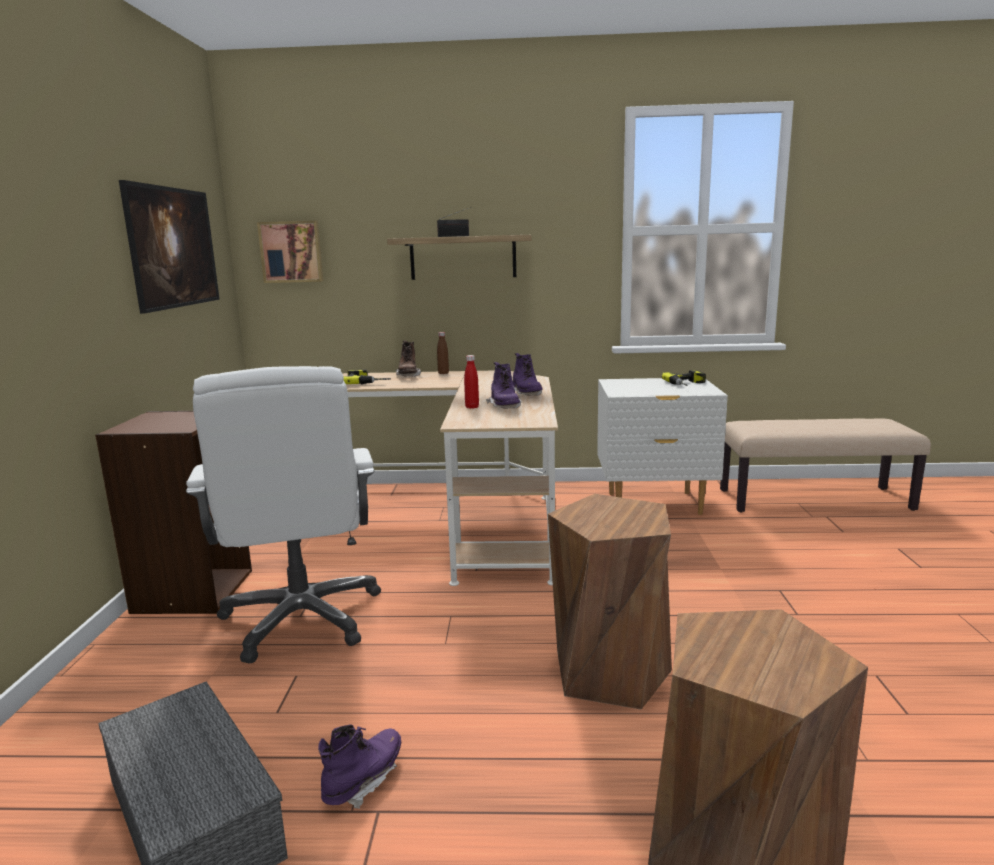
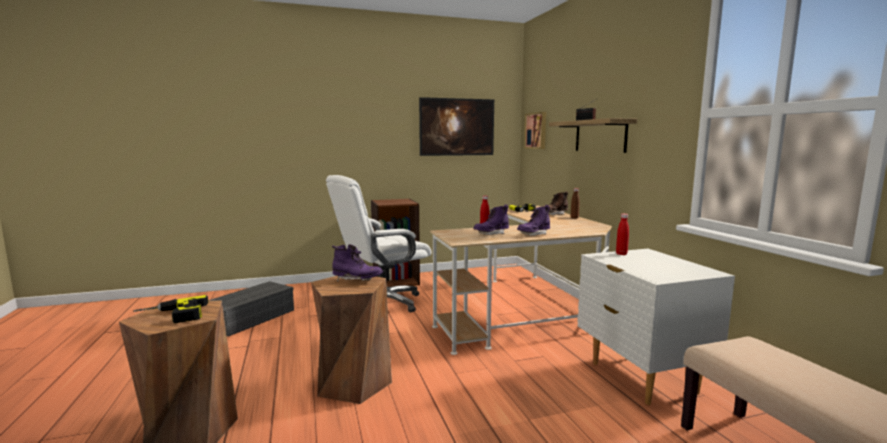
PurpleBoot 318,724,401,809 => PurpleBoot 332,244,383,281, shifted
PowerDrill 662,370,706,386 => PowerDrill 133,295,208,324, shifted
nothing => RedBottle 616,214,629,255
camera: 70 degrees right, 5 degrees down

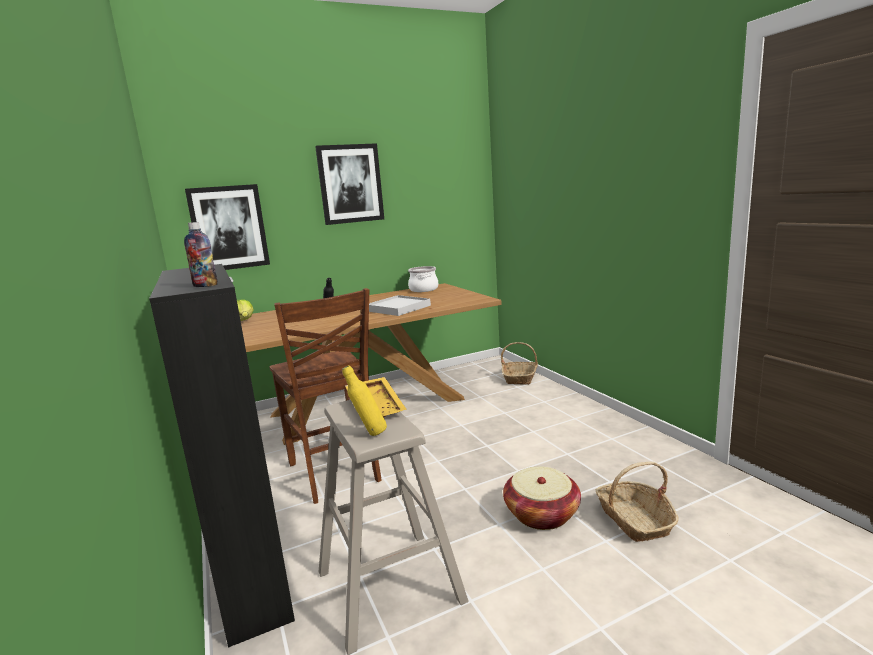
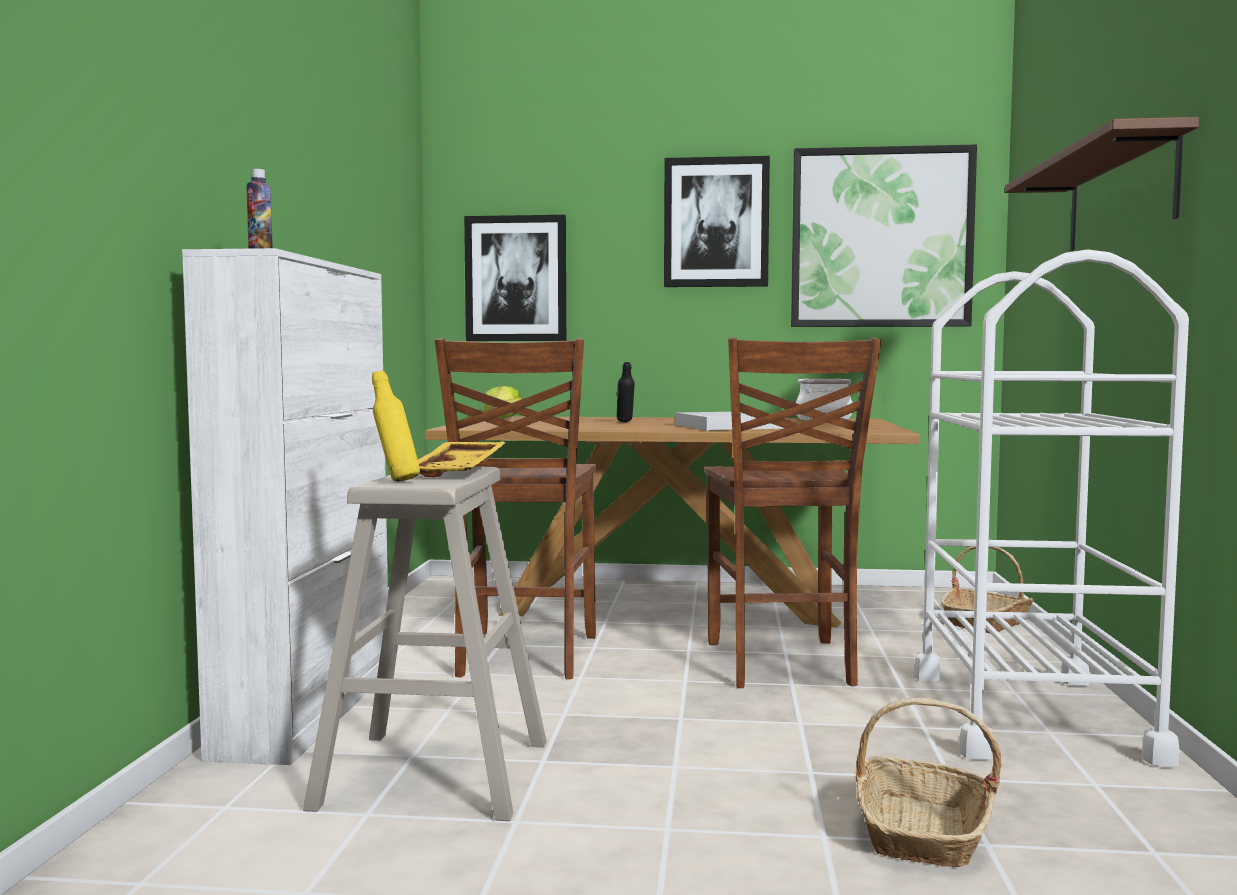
BlackCabinet 149,264,295,648 => WhiteCabinet 182,248,388,765
Basket 503,466,581,530 => nothing
nothing => BrownChair 704,338,881,688
nothing => Picture 791,144,977,327
nothing => WhiteCart 914,249,1189,767
nothing => BrownShelf 1005,117,1199,251
camera: 30 degrees right, 10 degrees down

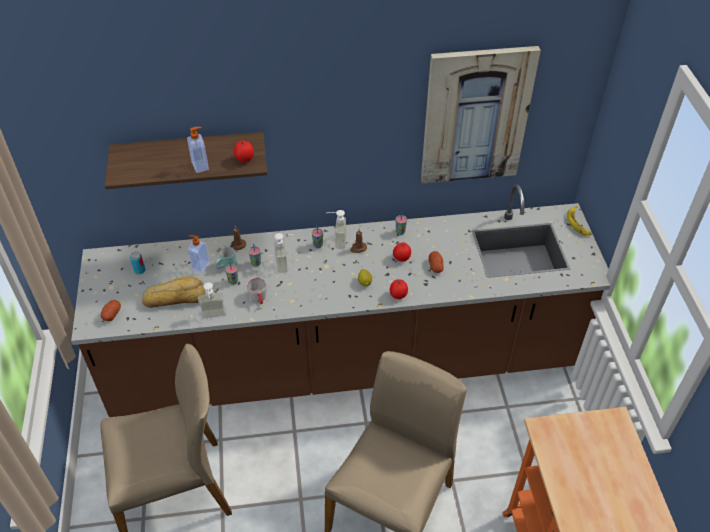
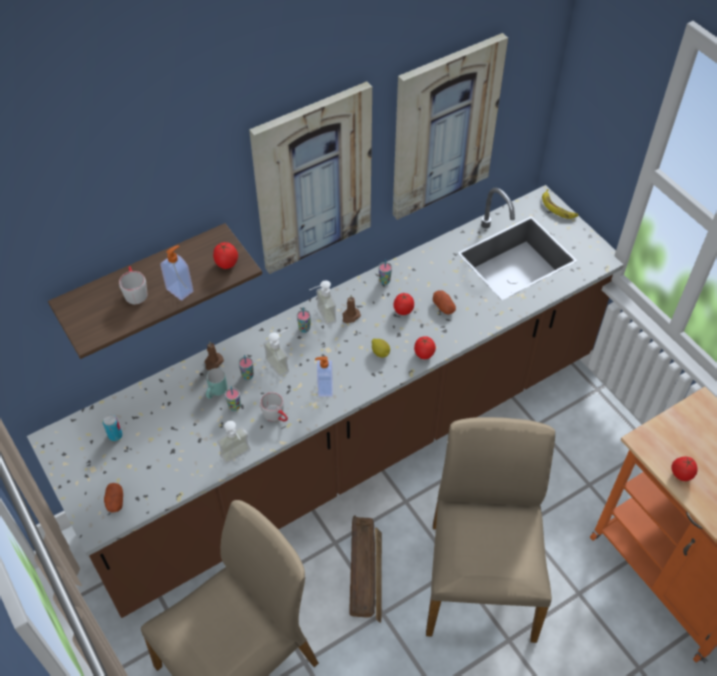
Bread 142,276,206,308 => nothing
SoapDispenser 188,235,210,273 => SoapDispenser 315,356,333,397, shifted
nothing => GreyMug 119,266,147,304
nothing => Picture 249,82,372,274
nothing => Crate 350,515,382,623
nothing => Tomato 671,456,698,481
camera: 25 degrees left, 5 degrees up

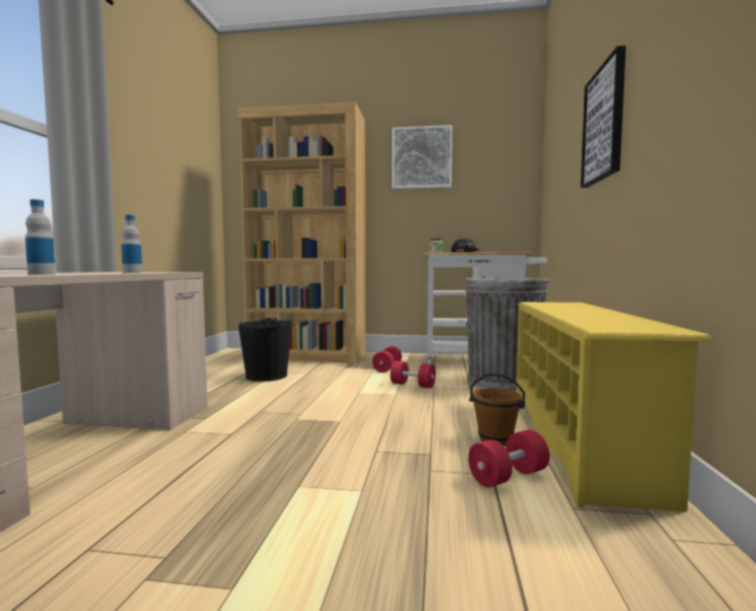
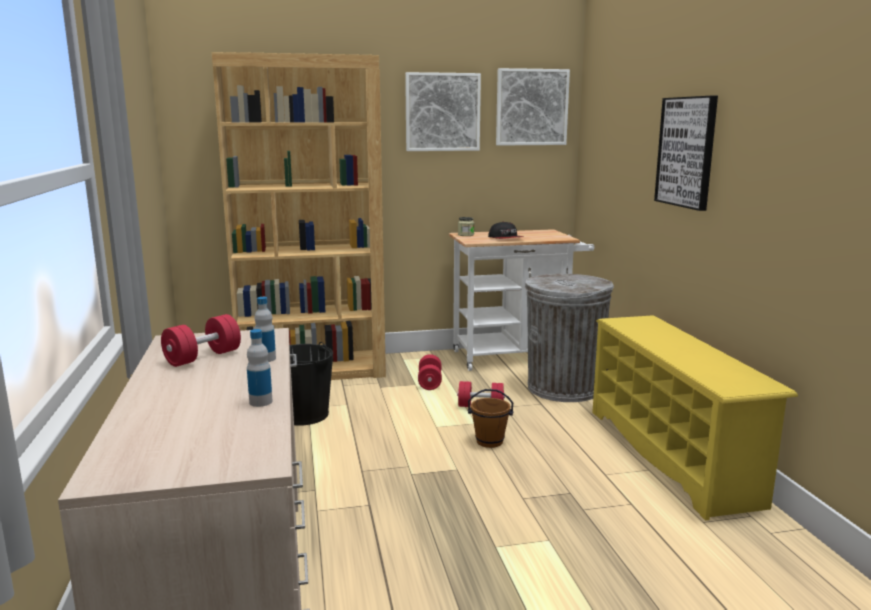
RedDumbbell 468,430,550,487 => RedDumbbell 161,314,241,367, shifted
BrownBucket 469,373,525,446 => BrownBucket 468,389,513,448, shifted
nothing => Picture 496,68,570,146
camera: 20 degrees left, 10 degrees up

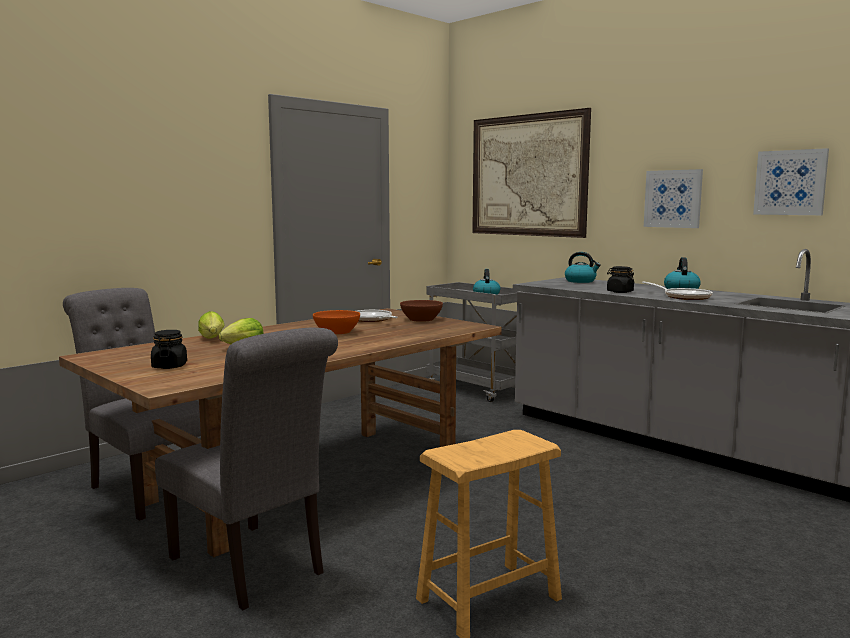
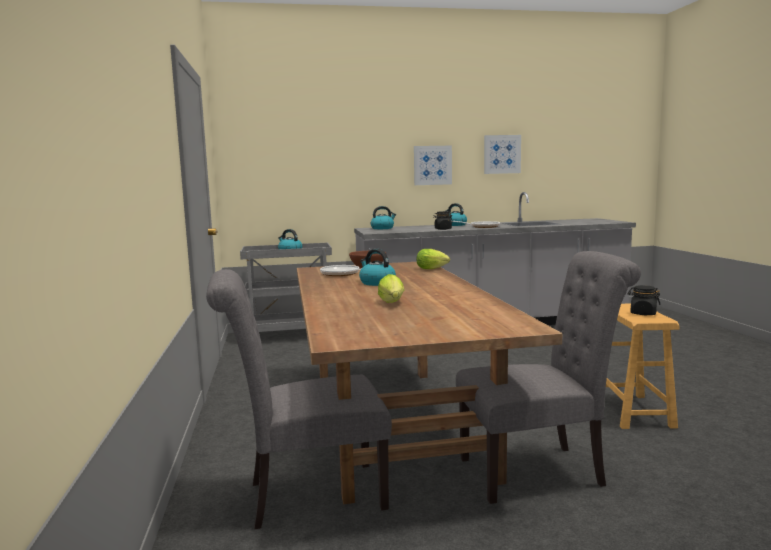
BlackJar 151,330,187,369 => BlackJar 628,285,661,315, shifted
Lettuce 198,311,224,339 => Lettuce 417,249,450,269, shifted
OrangeBowl 313,310,360,335 => Kettle 359,249,396,286
Picture 472,108,591,238 => nothing
camera: 55 degrees left, 0 degrees up

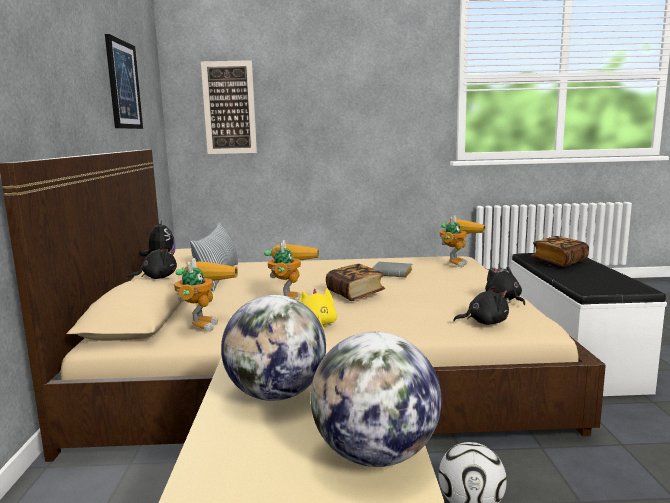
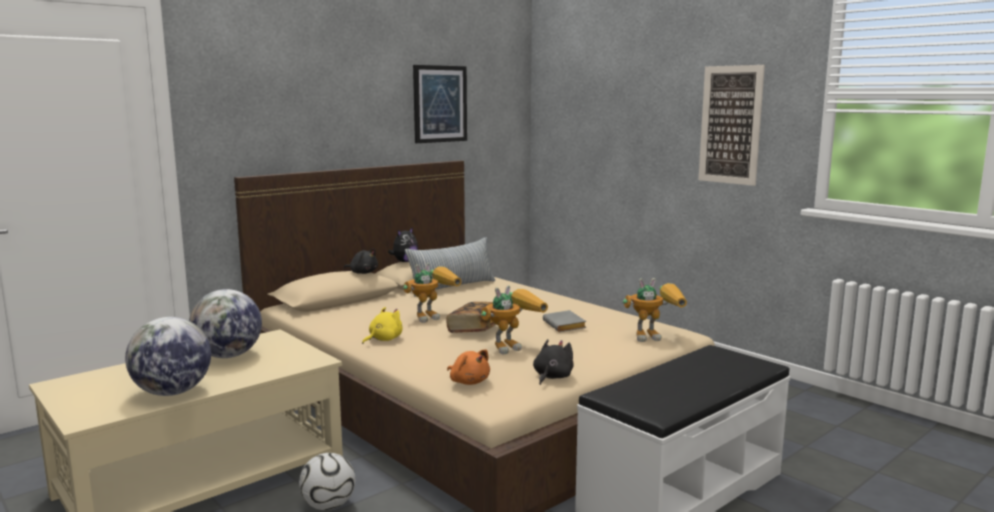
ToyRobot 174,258,238,332 => ToyRobot 481,285,548,354, shifted
Picture 201,60,257,154 => Picture 698,65,765,186, shifted
BlackPlushToy 453,286,509,325 => OrangePlushToy 447,349,490,385
Book 531,236,589,268 => nothing
camera: 50 degrees right, 0 degrees up

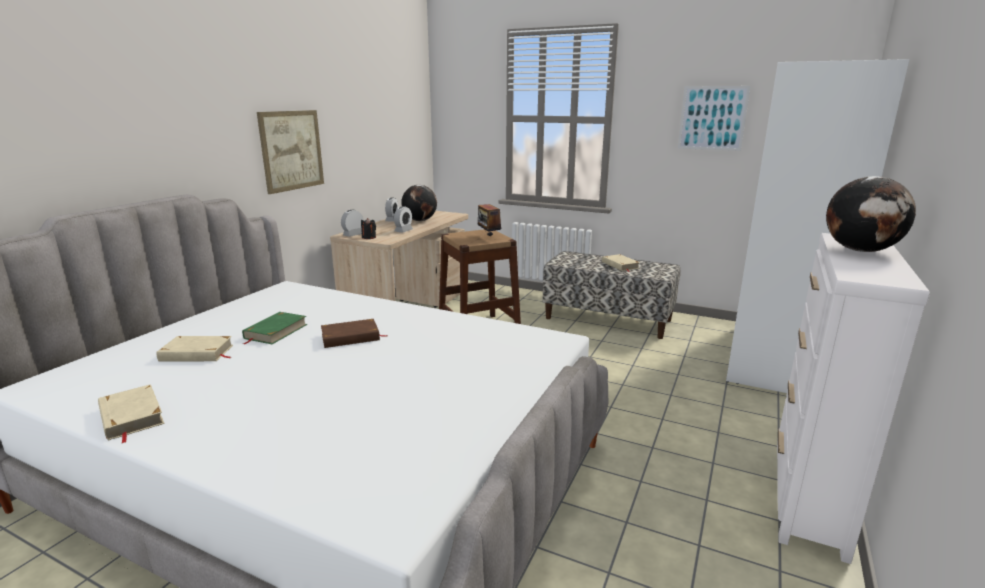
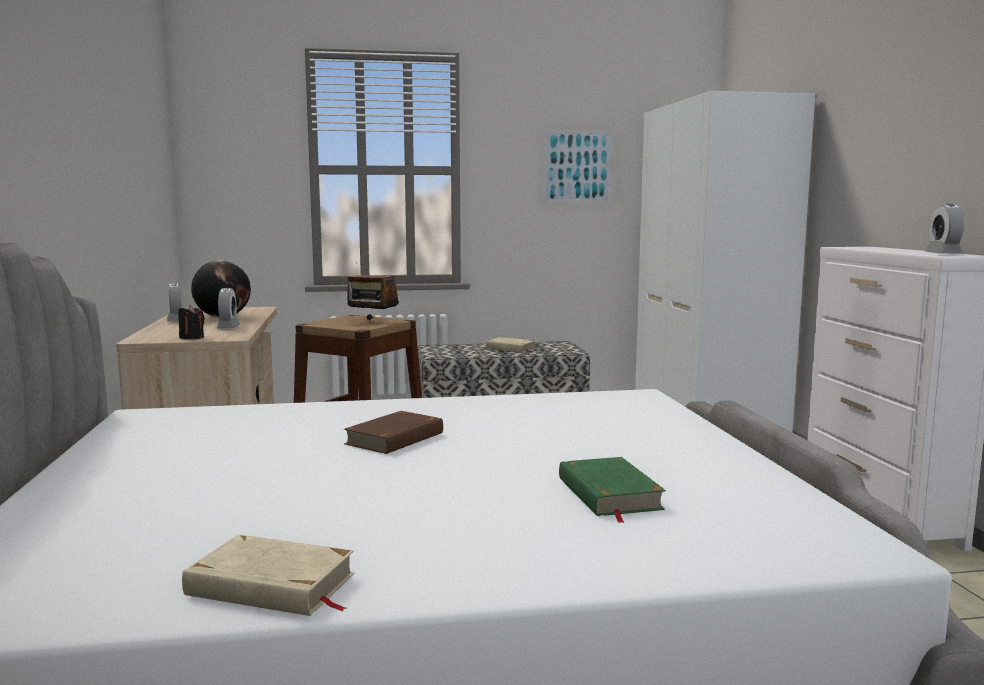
BeigeBook 156,336,233,361 => nothing
GreenBook 242,312,307,344 => GreenBook 559,457,666,523, shifted
Picture 257,110,324,194 => nothing
AlarmClock 341,210,363,237 => AlarmClock 925,204,964,254, shifted
Globe 826,176,916,252 => nothing
camera: 35 degrees left, 10 degrees down

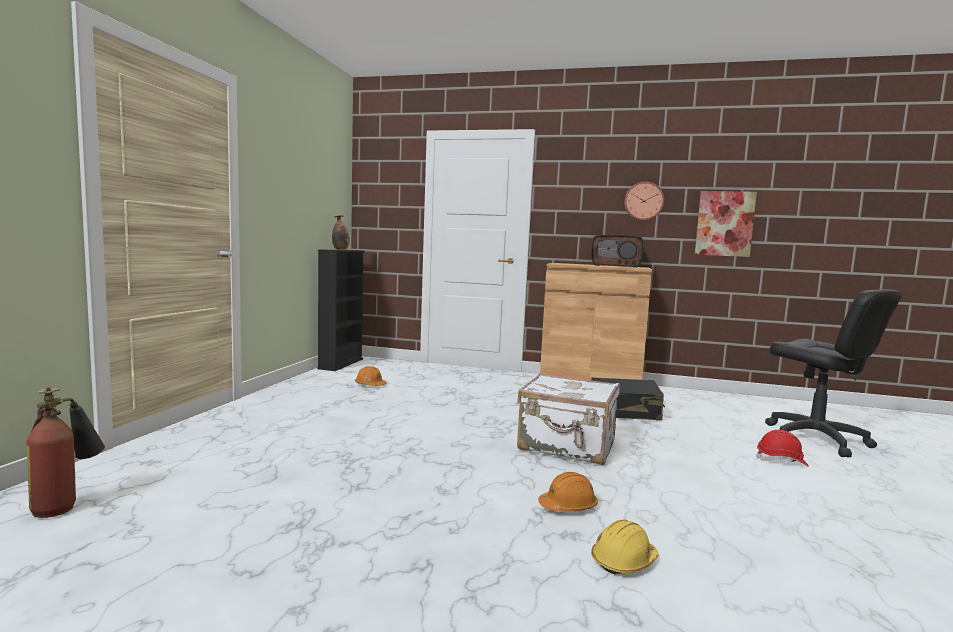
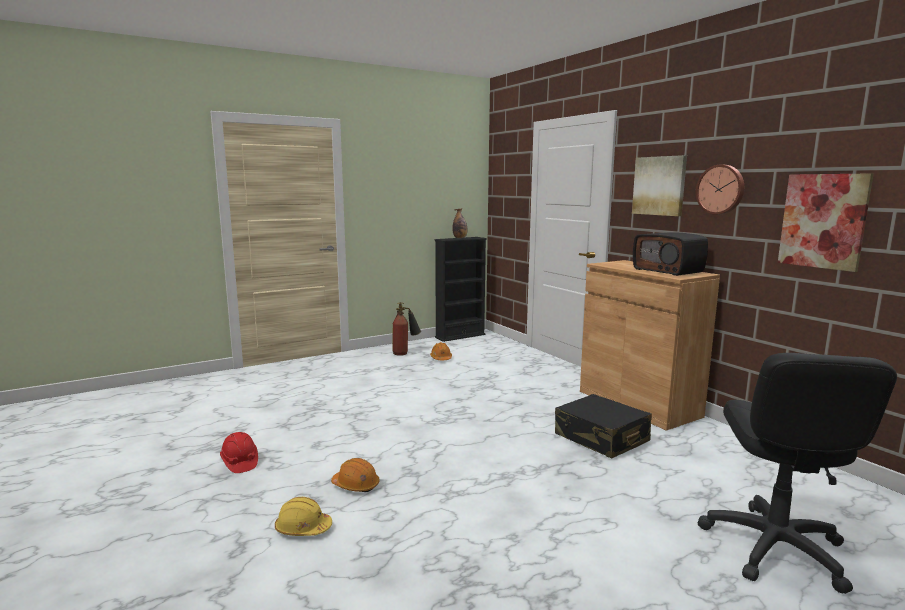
FireExtinguisher 26,387,105,518 => FireExtinguisher 392,302,421,356, shifted
WhiteSuitcase 517,373,620,465 => nothing
RedHardHat 756,430,809,467 => RedHardHat 220,432,258,473, shifted
nothing => Picture 632,155,687,216
camera: 45 degrees right, 5 degrees up

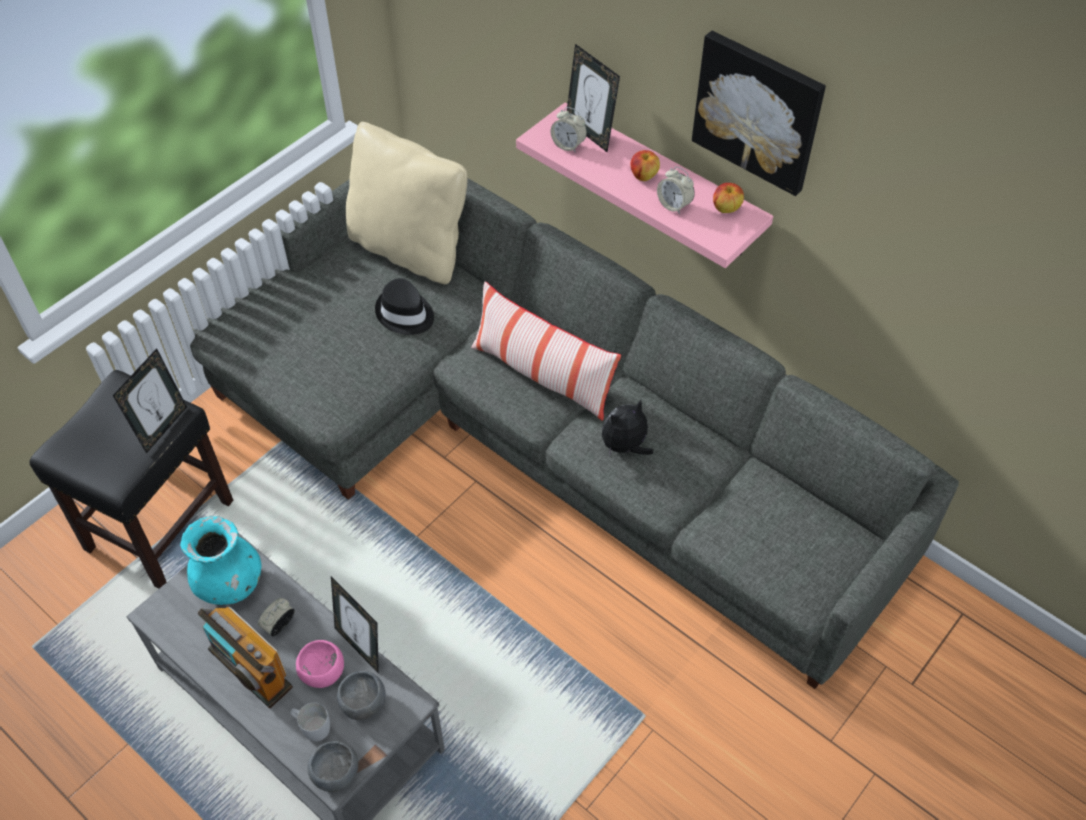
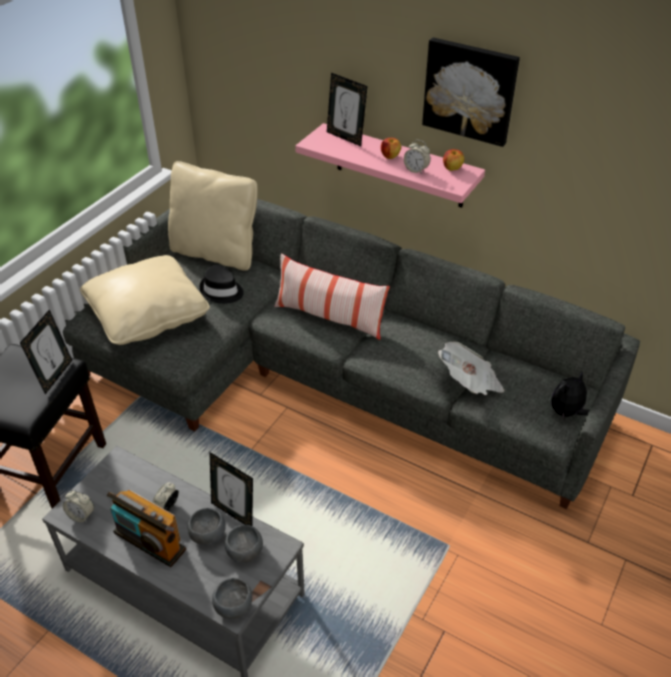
TurquoiseVase 180,516,261,605 => nothing
WhiteMug 290,702,330,741 => nothing
PinkBowl 296,640,344,688 => GreyBowl 188,508,226,545
AlarmClock 551,107,587,153 => AlarmClock 63,490,94,522, shifted
PlushToy 602,400,653,456 => PlushToy 552,371,589,419, shifted
nothing => BeigePillow 80,255,210,345
nothing => Newspaper 438,341,505,395
camera: 10 degrees left, 10 degrees down

